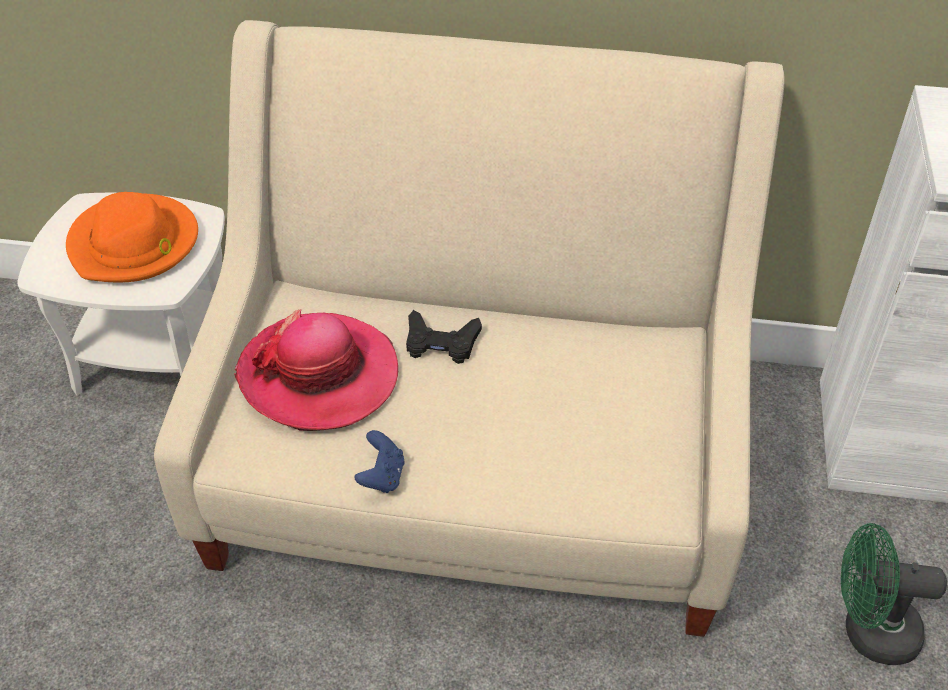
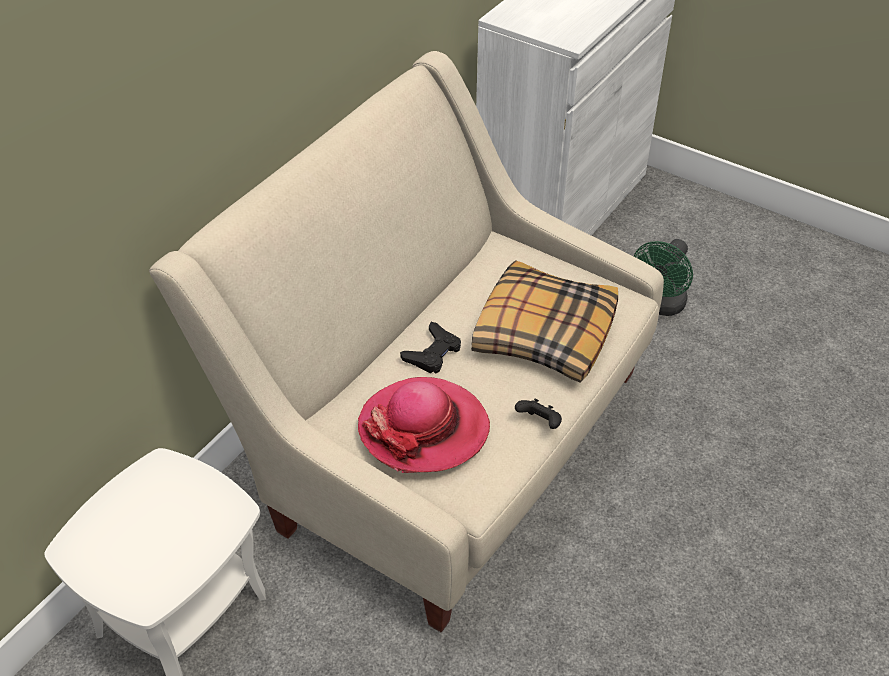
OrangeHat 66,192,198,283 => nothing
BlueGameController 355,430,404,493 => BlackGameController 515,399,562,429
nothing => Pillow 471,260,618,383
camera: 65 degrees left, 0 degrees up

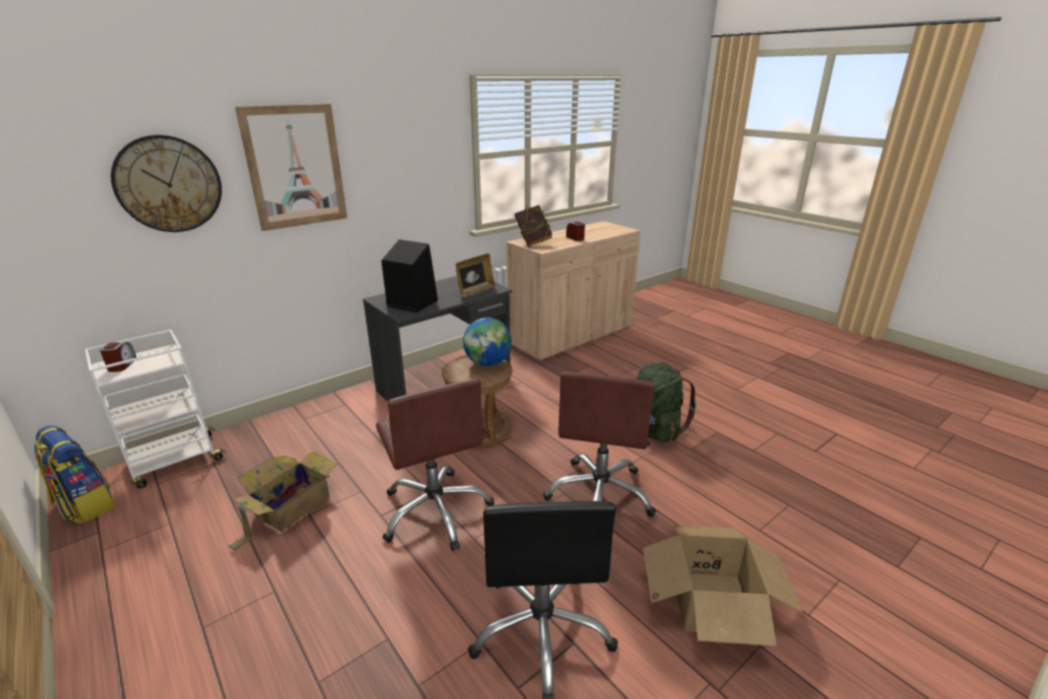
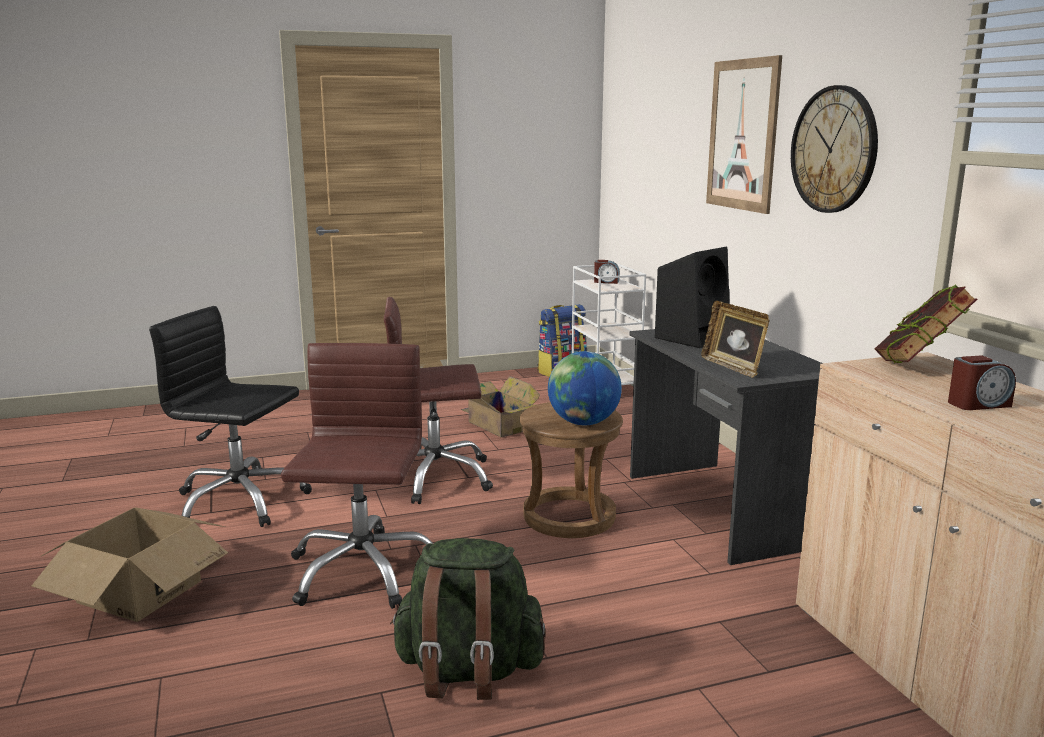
WallClock 111,135,222,232 => WallClock 791,85,878,213, shifted
BrownOfficeChair 543,372,656,517 => BrownOfficeChair 281,343,434,609, 60 degrees clockwise
camera: 110 degrees right, 10 degrees down

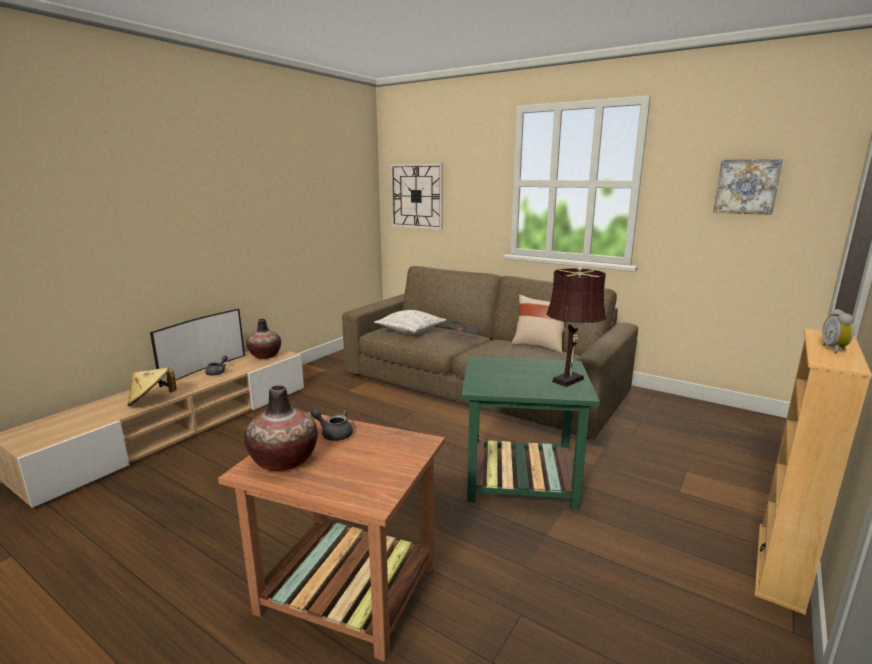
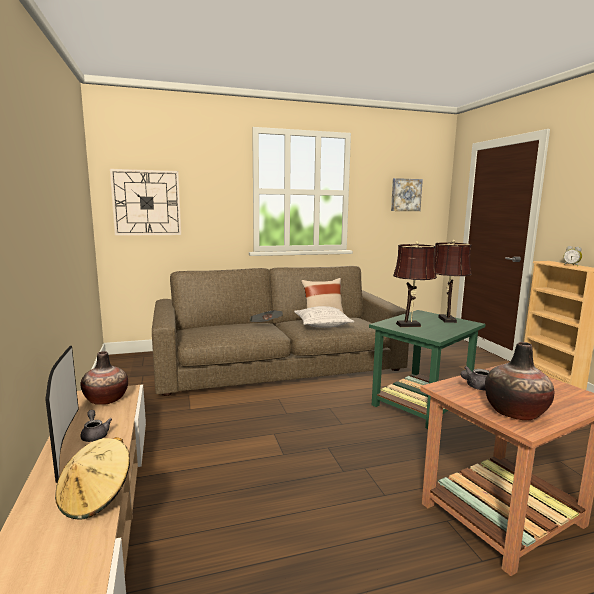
Pillow 374,310,447,334 => Pillow 294,306,354,328, shifted
nothing => BrownTableLamp 393,241,437,327
camera: 50 degrees left, 5 degrees down

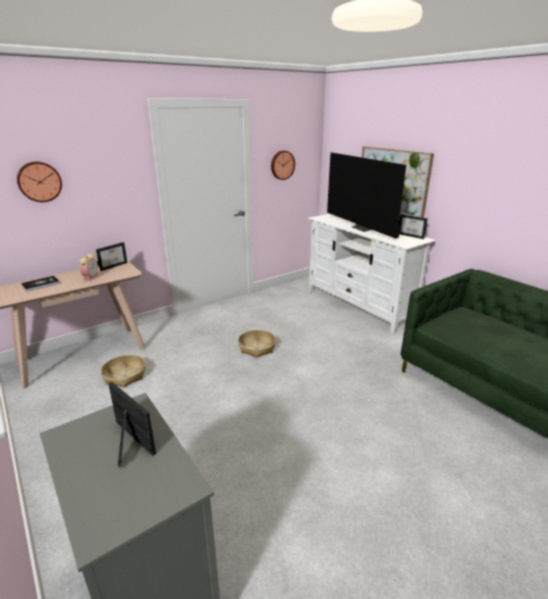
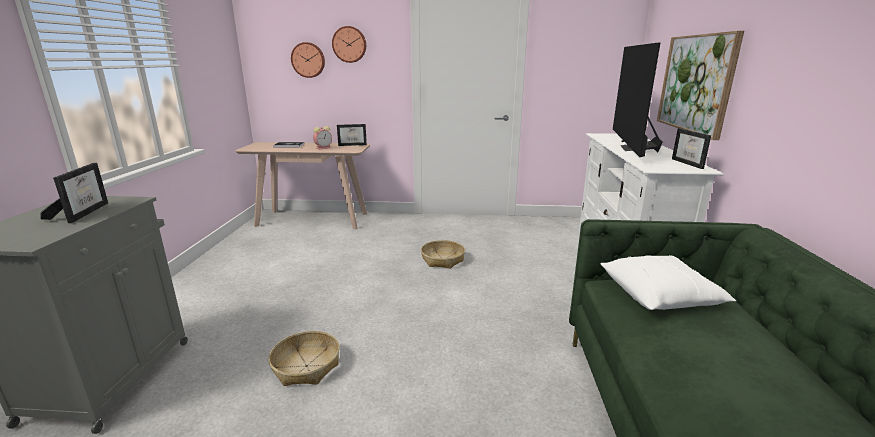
Basket 101,355,146,388 => Basket 269,331,340,386, shifted
WallClock 271,151,295,180 => WallClock 332,26,366,63, shifted
nothing => WhitePillow 601,255,736,310
camera: 40 degrees right, 5 degrees down

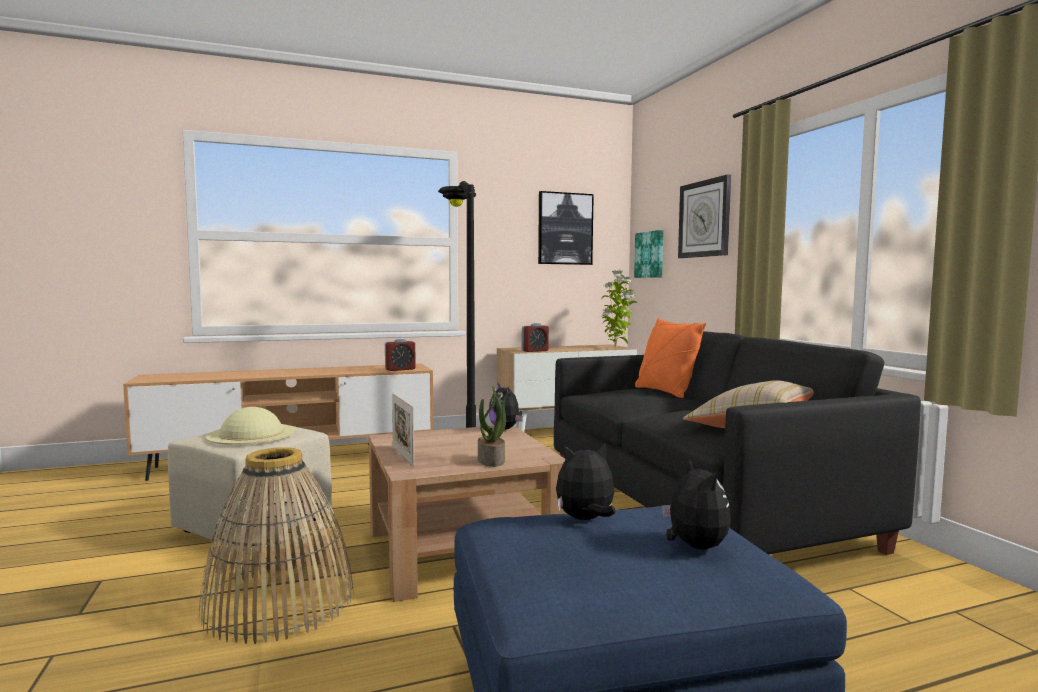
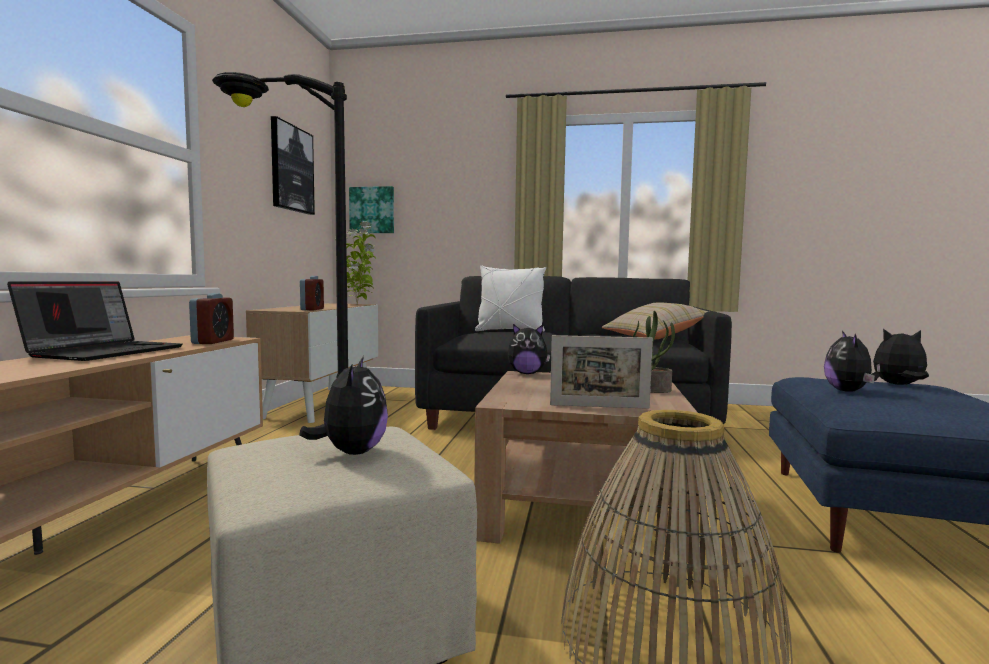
BeigeHat 205,407,296,445 => PlushToy 299,356,388,455
OrangePillow 635,318,706,398 => WhitePillow 475,265,546,332
WallClock 678,175,731,258 => nothing
nothing => Laptop 7,282,183,361
camera: 60 degrees left, 0 degrees up

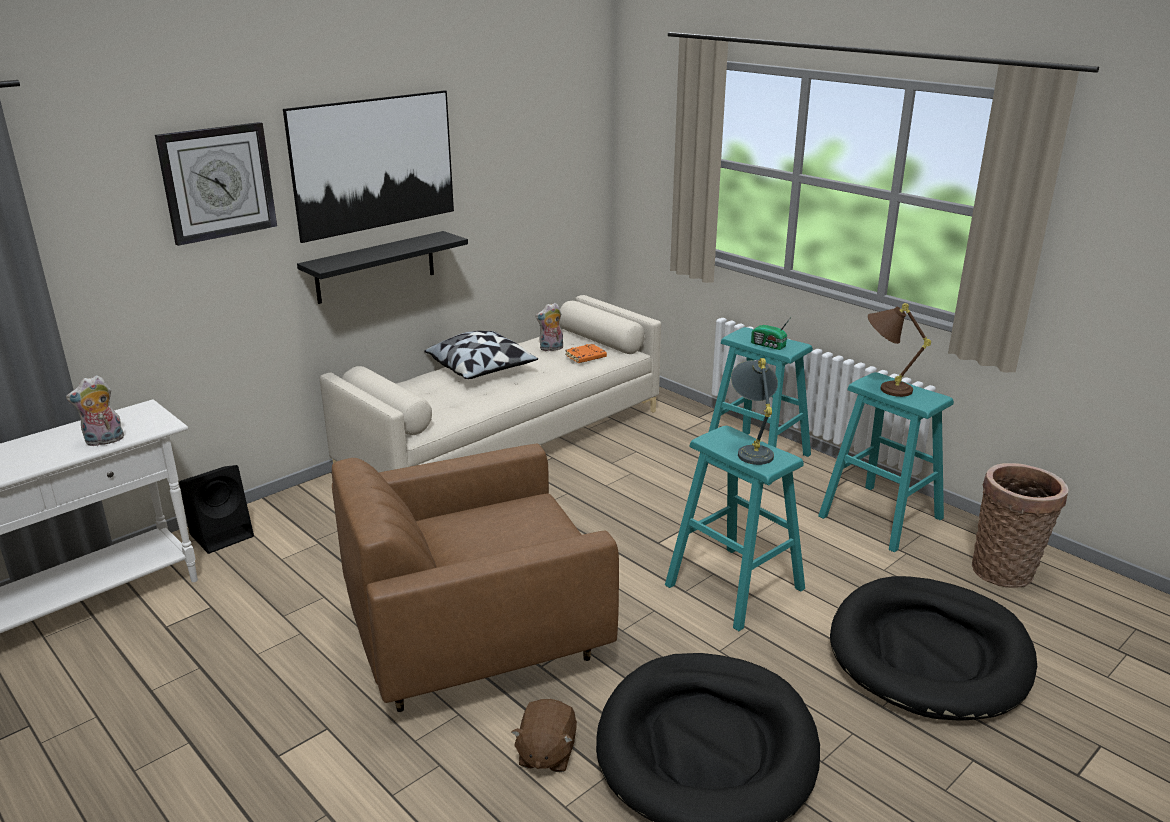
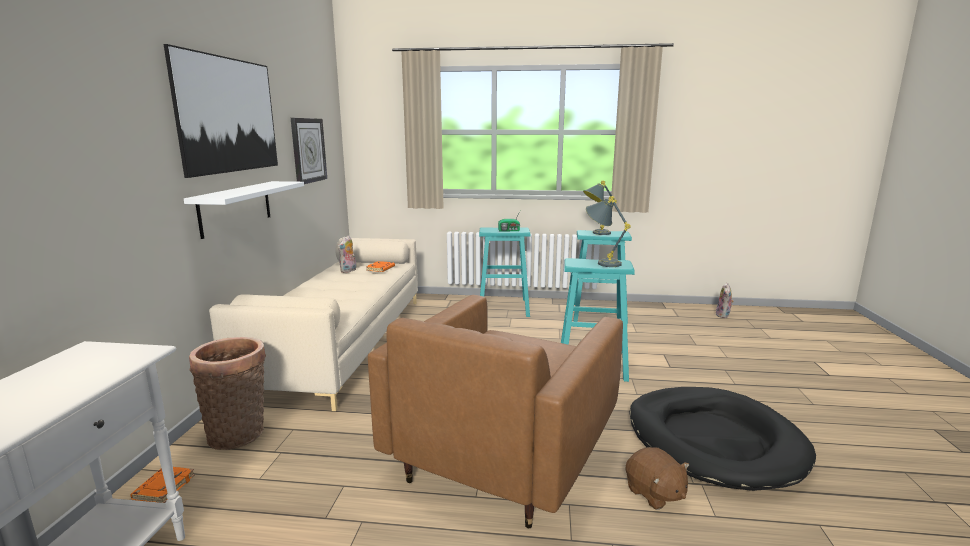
PlushToy 66,375,124,447 => PlushToy 715,283,734,318, shifted
WallClock 155,122,277,246 => WallClock 291,118,327,184, shifted
BlackSpeaker 179,465,254,554 => OrangeBook 130,467,195,503
BlackShelf 297,231,468,304 => WhiteShelf 184,181,304,239
Pillow 424,331,538,379 => nothing
BlackDogBed 830,576,1037,721 => nothing
BrownTableLamp 868,303,931,397 => GreyTableLamp 583,180,617,235
Basket 972,463,1069,588 => Basket 189,337,266,450, shifted
camera: 40 degrees left, 10 degrees down

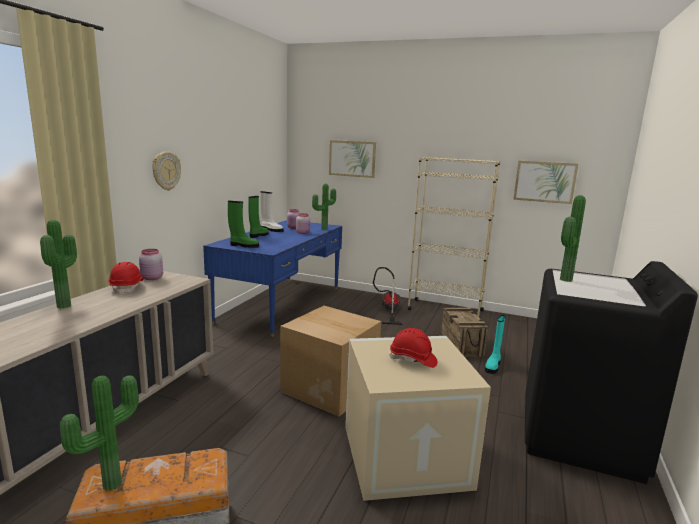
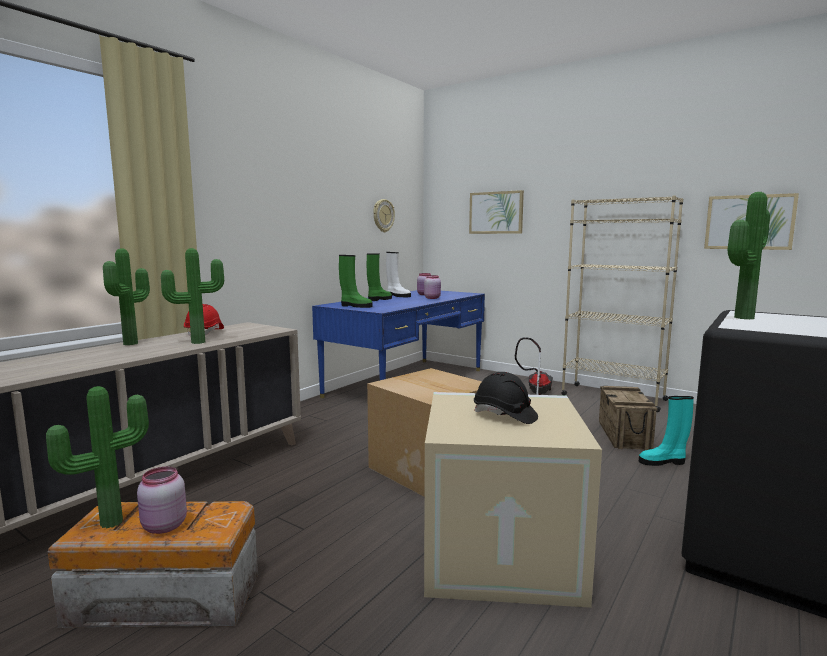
PinkJar 139,249,163,280 => PinkJar 137,466,187,534, shifted
WallClock 152,152,181,191 => WallClock 373,199,395,232, shifted
PottedPlant 312,184,336,230 => PottedPlant 161,248,224,344, shifted
RedHardHat 389,328,437,368 => BlackHardHat 474,372,538,424
TurquoiseBoot 485,315,505,374 => TurquoiseBoot 639,396,694,466, 45 degrees clockwise
camera: 15 degrees right, 5 degrees down

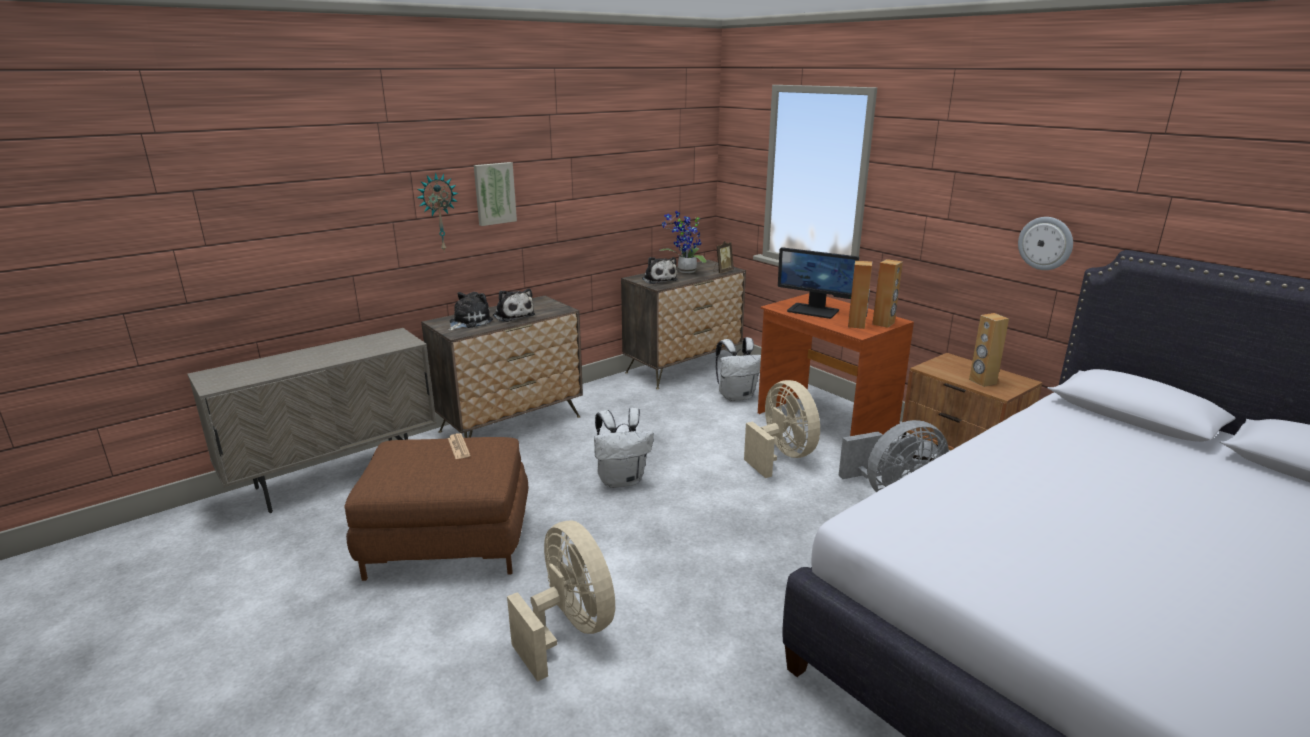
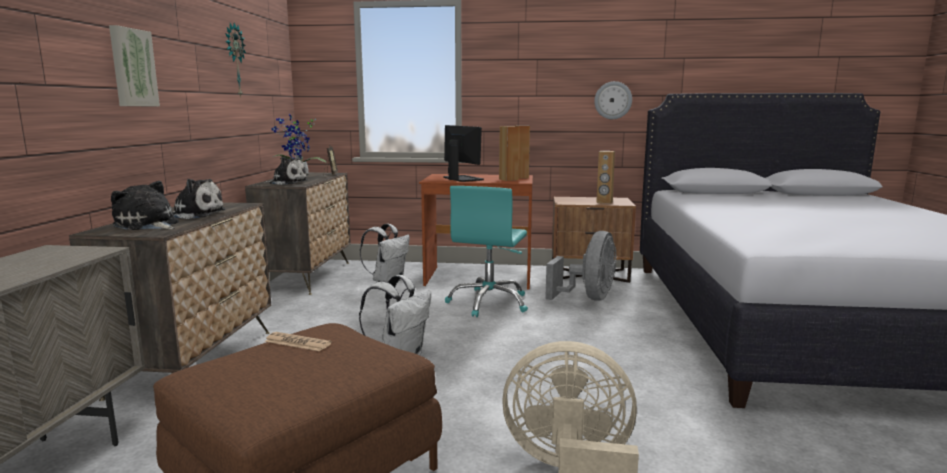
WallClock 417,172,458,251 => WallClock 225,23,246,98, shifted
PlushToy 448,292,493,331 => PlushToy 111,181,179,230, 45 degrees counterclockwise
BeigeFan 744,380,820,478 => TurquoiseOfficeChair 445,186,528,317
Monitor 778,247,859,319 => Monitor 443,125,484,182, 105 degrees counterclockwise
camera: 45 degrees left, 10 degrees down

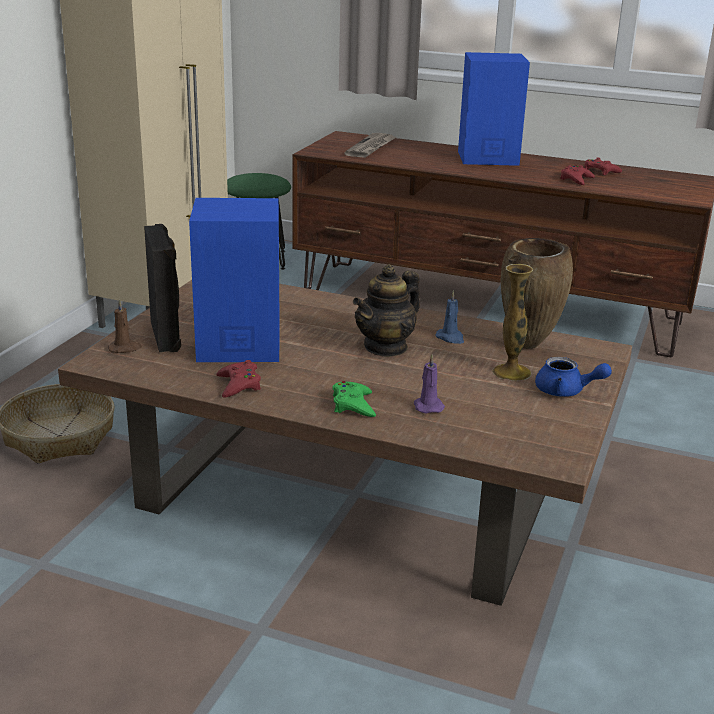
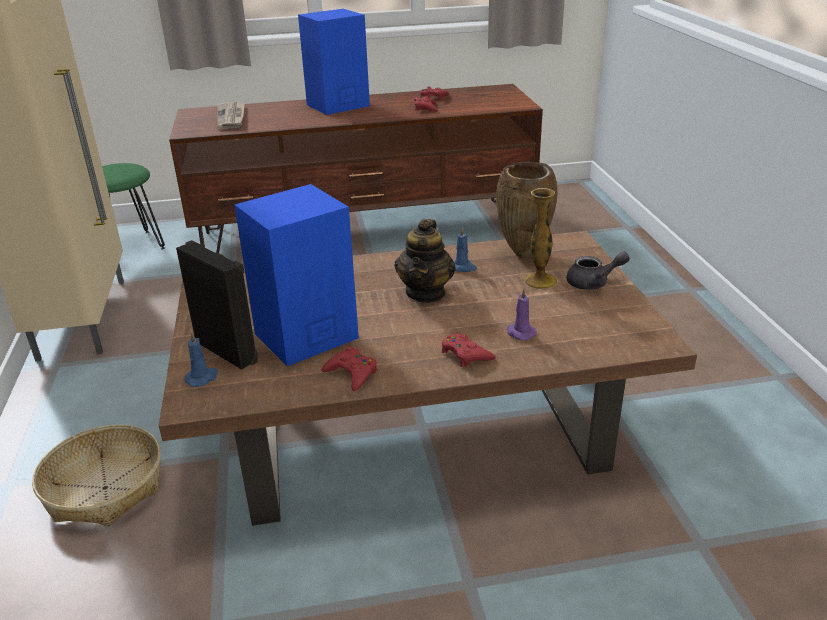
BrownCandle 108,299,142,353 => BlueCandle 185,331,218,387
GreenGameController 333,381,376,417 => RedGameController 442,333,496,367
BlueTeapot 535,357,612,397 => GreyTeapot 567,251,630,290
camera: 30 degrees left, 5 degrees up

